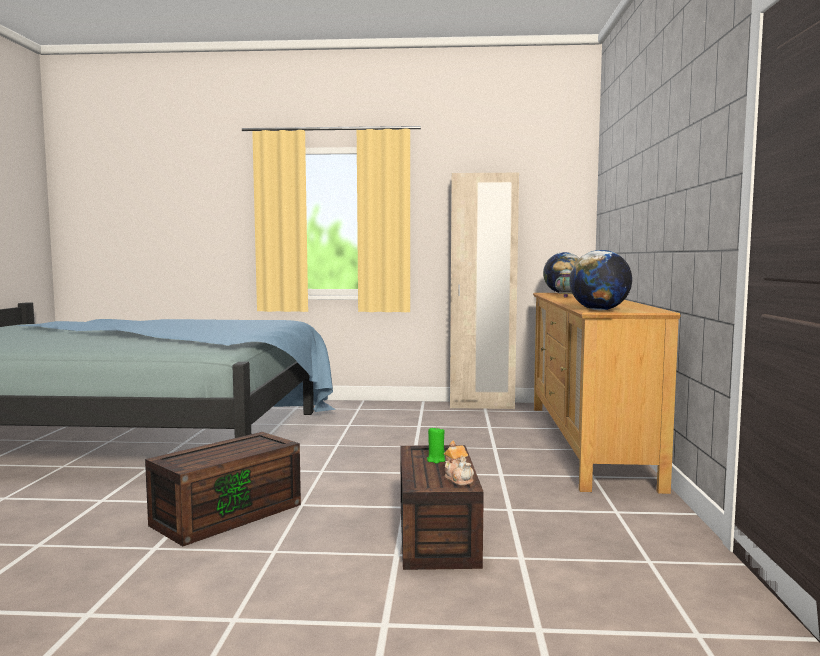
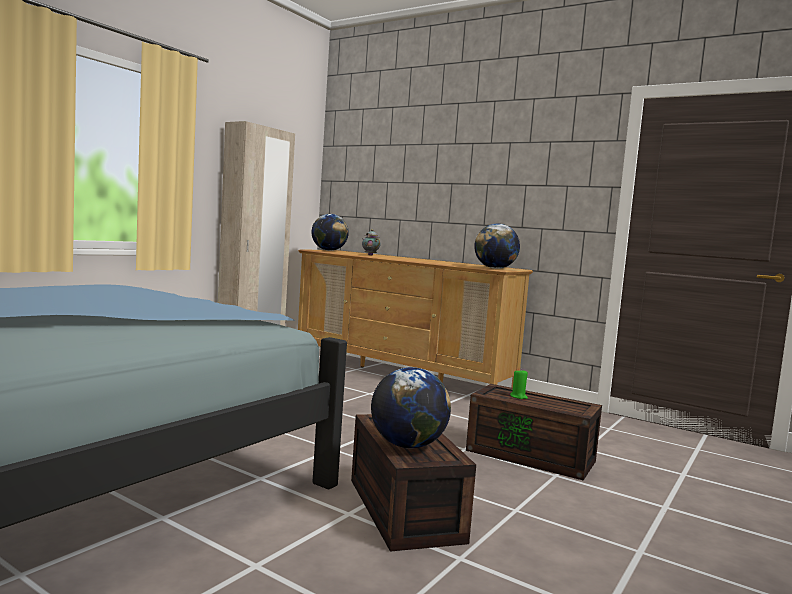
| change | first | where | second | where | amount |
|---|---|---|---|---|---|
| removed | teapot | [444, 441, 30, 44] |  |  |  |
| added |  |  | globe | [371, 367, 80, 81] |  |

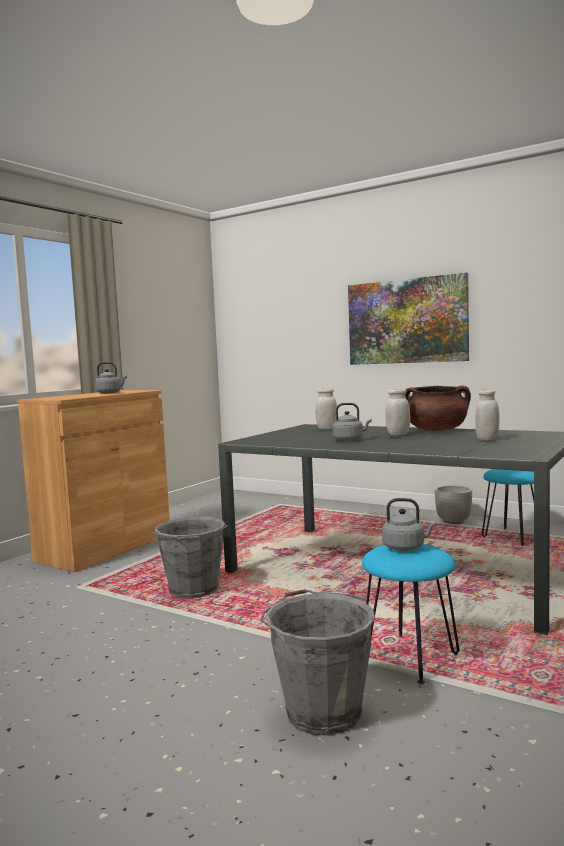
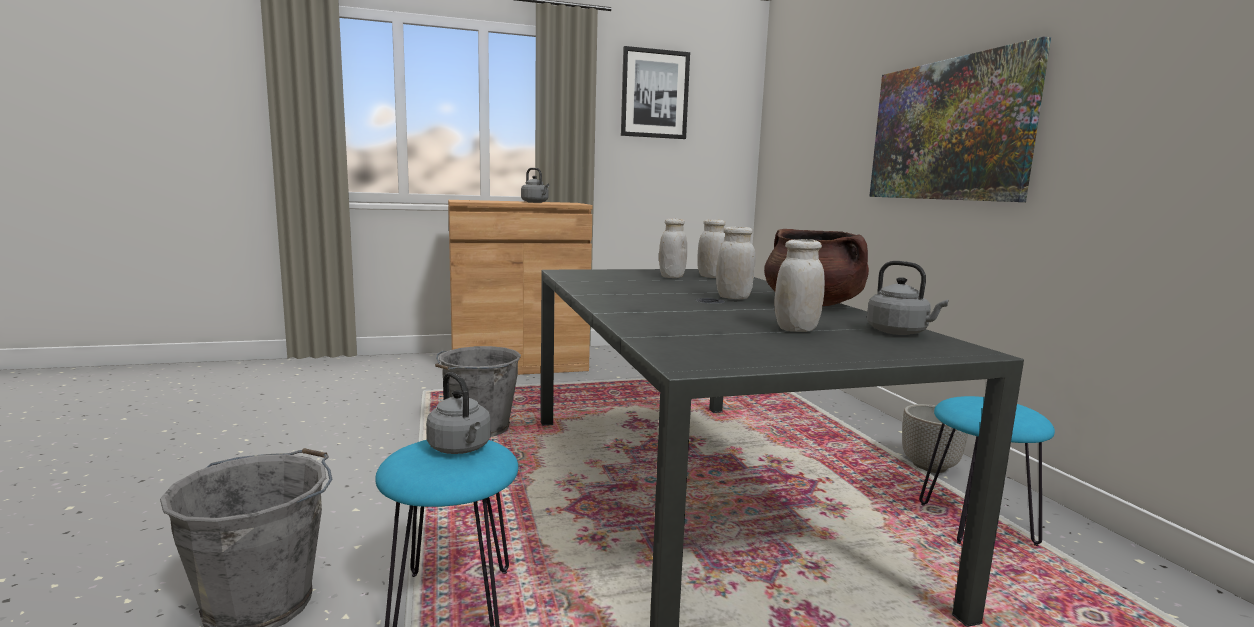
| change | first | where | second | where | amount |
|---|---|---|---|---|---|
| moved | greyish tea kettle | [332, 403, 40, 38] |  | [867, 261, 82, 74] |  |
| added |  |  | wall picture | [621, 46, 69, 93] |  |
| added |  |  | whitish jar | [659, 219, 28, 59] |  |

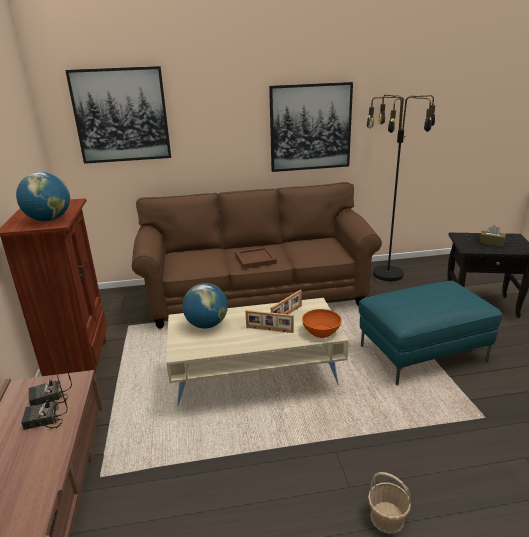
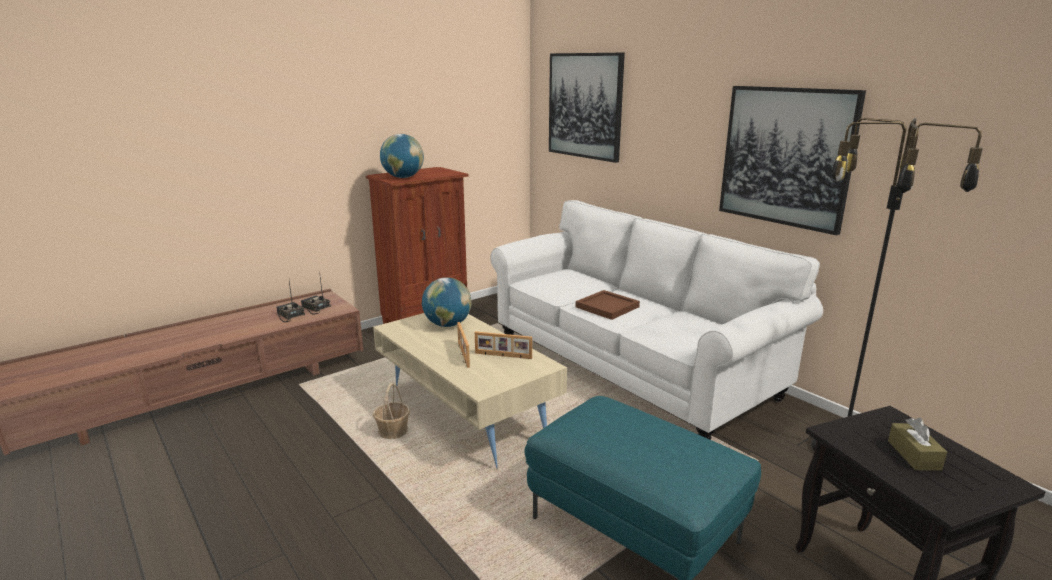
| change | first | where | second | where | amount |
|---|---|---|---|---|---|
| recoloured | brownish couch | [132, 182, 250, 147] | whitish couch | [490, 200, 333, 240] |  |
| removed | orangey serving bowl | [302, 309, 40, 29] |  |  |  |
| moved | basket | [368, 472, 43, 62] |  | [373, 383, 37, 56] |  |

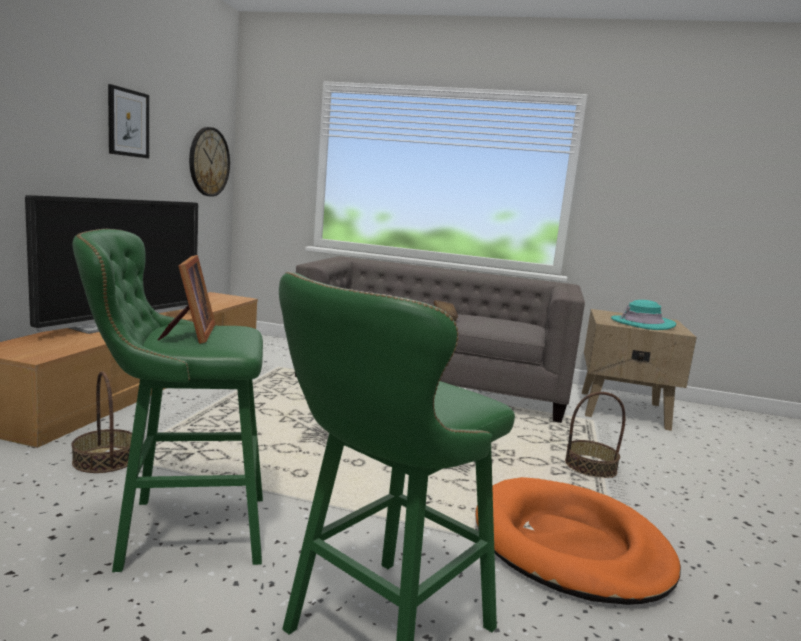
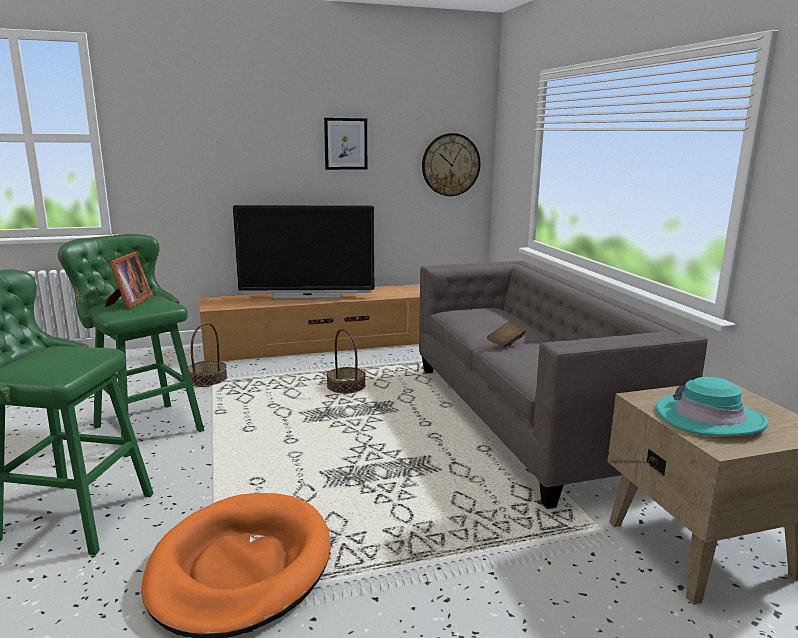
| change | first | where | second | where | amount |
|---|---|---|---|---|---|
| turned | standing frame | [158, 255, 57, 89] |  | [105, 252, 47, 57] | 45 degrees counterclockwise |
| moved | basket | [565, 392, 60, 86] |  | [327, 329, 39, 65] |  |

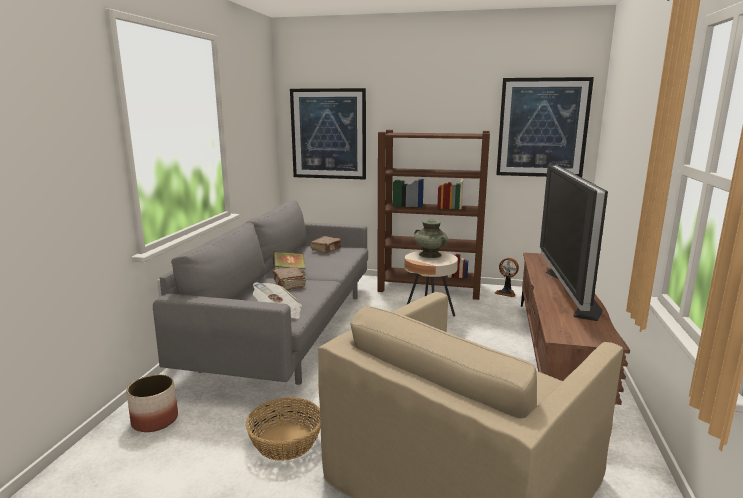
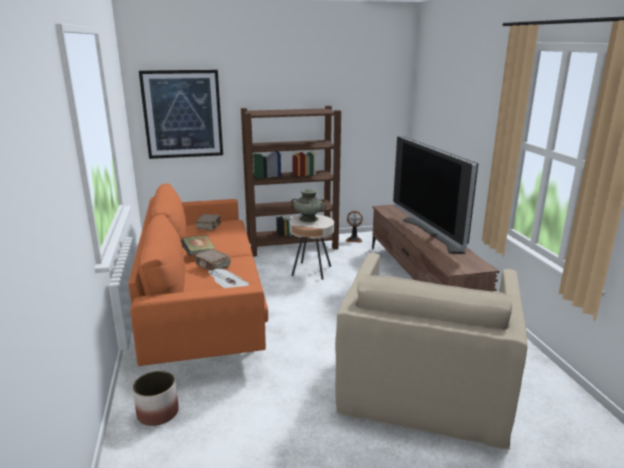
| change | first | where | second | where | amount |
|---|---|---|---|---|---|
| recoloured | greyish couch | [153, 200, 215, 185] | orangey couch | [128, 183, 140, 183] |  |
| removed | basket | [245, 397, 76, 64] |  |  |  |
| removed | wall picture | [496, 77, 98, 100] |  |  |  |

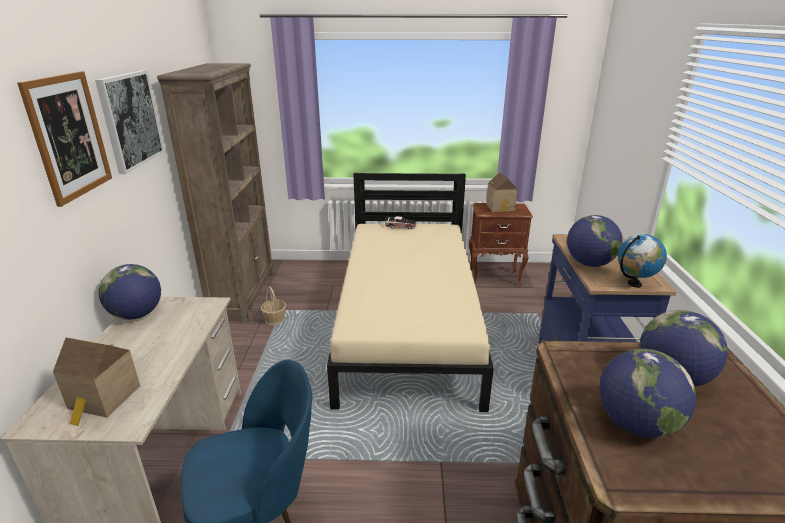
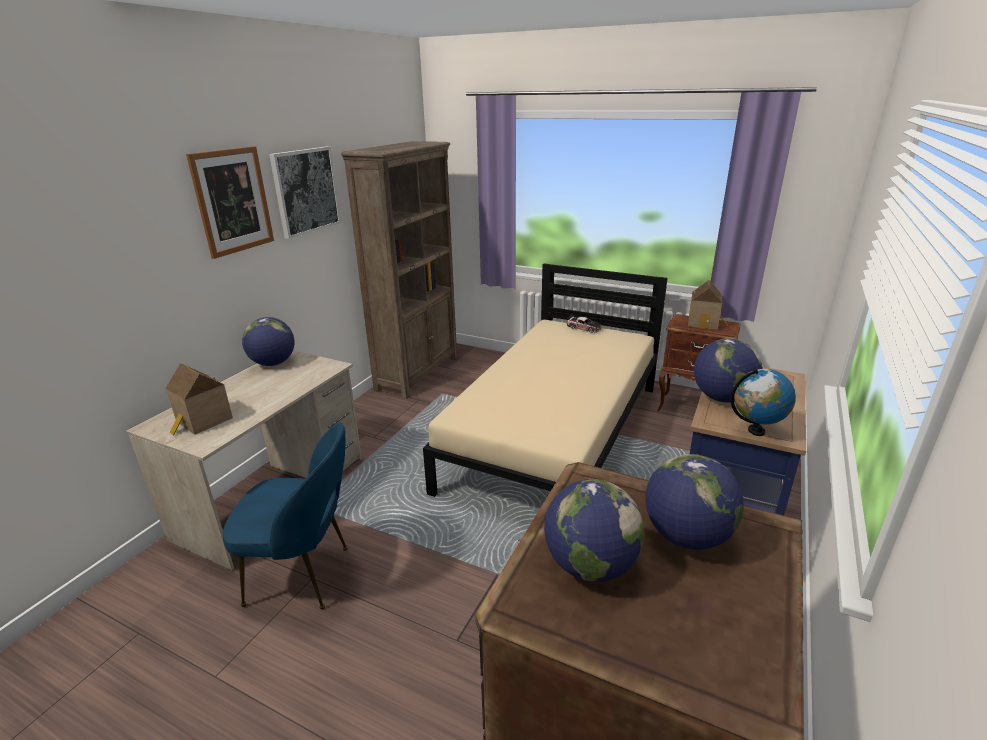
| change | first | where | second | where | amount |
|---|---|---|---|---|---|
| removed | basket | [261, 287, 25, 39] |  |  |  |

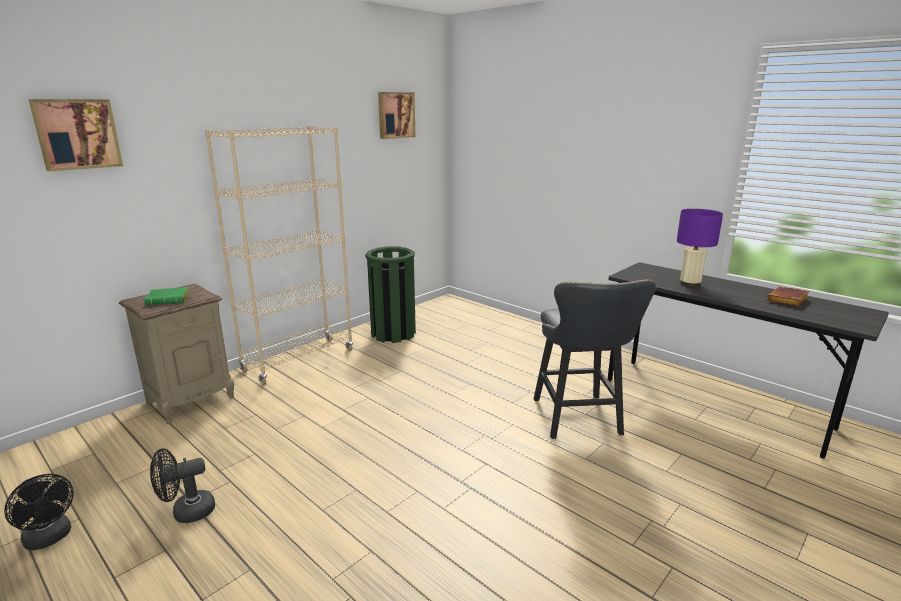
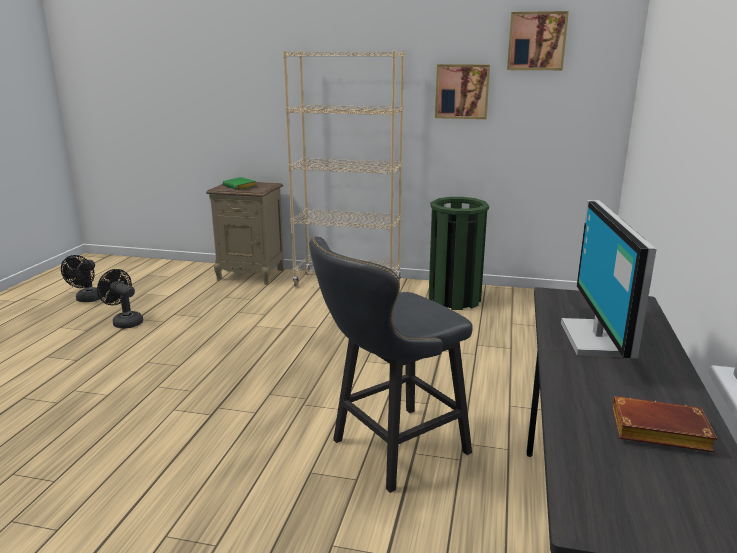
| change | first | where | second | where | amount |
|---|---|---|---|---|---|
| moved | wall picture | [29, 99, 94, 73] |  | [435, 64, 55, 55] |  |
| replaced | purple-coloured lamp for a table | [677, 209, 46, 78] | computer screen | [561, 200, 96, 158] |  |

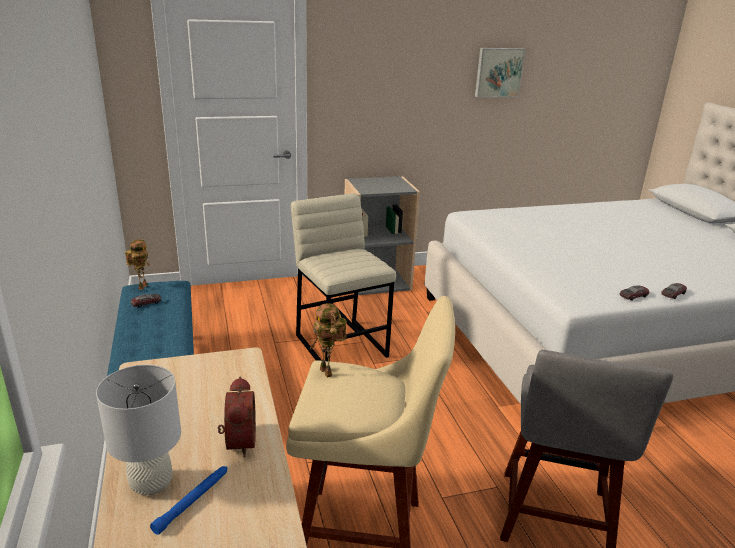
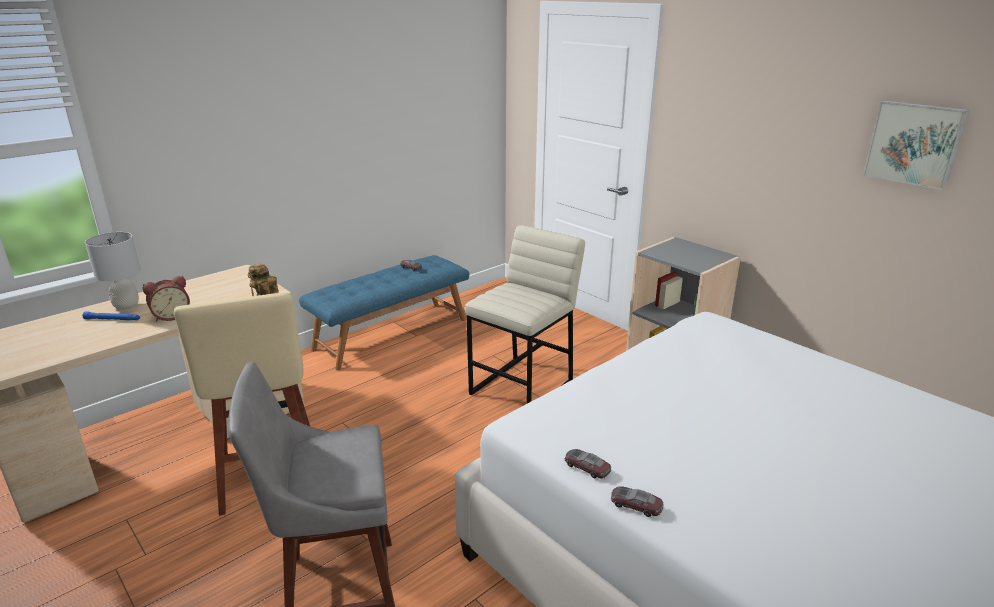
| change | first | where | second | where | amount |
|---|---|---|---|---|---|
| removed | model robot | [125, 239, 25, 51] |  |  |  |

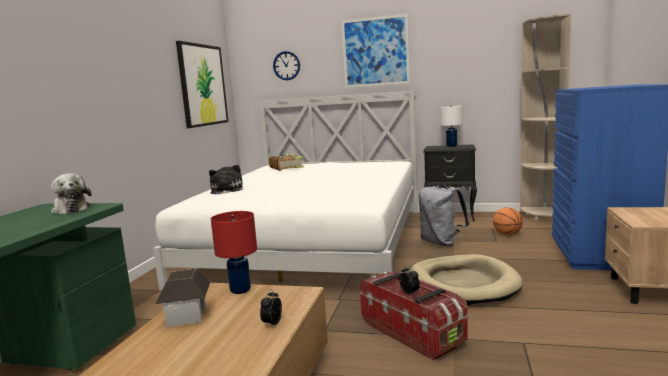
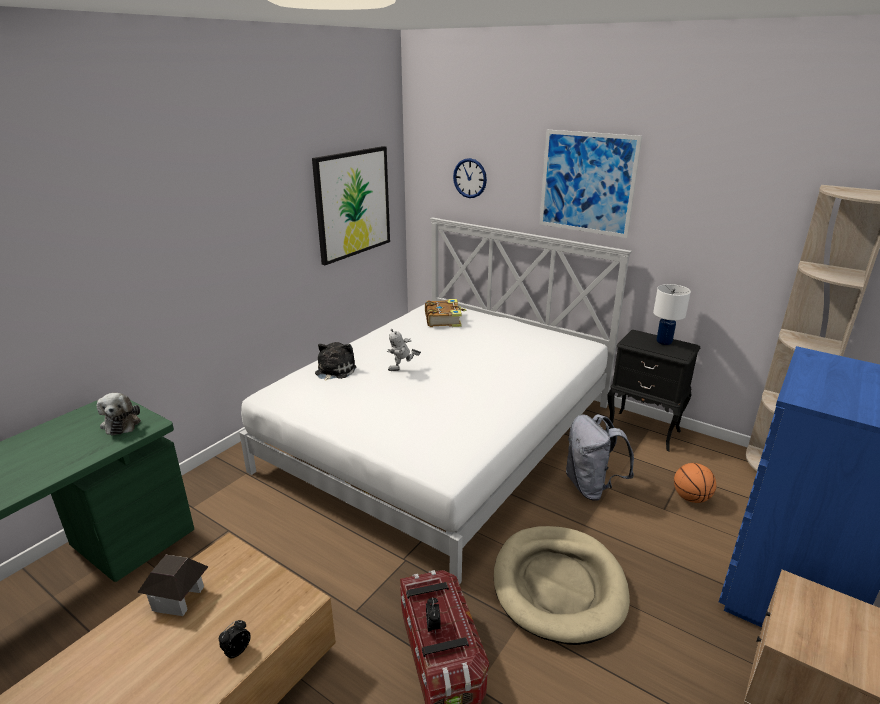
| change | first | where | second | where | amount |
|---|---|---|---|---|---|
| removed | red-coloured lamp for a table | [211, 211, 46, 83] |  |  |  |
| added |  |  | model robot | [387, 329, 34, 42] |  |

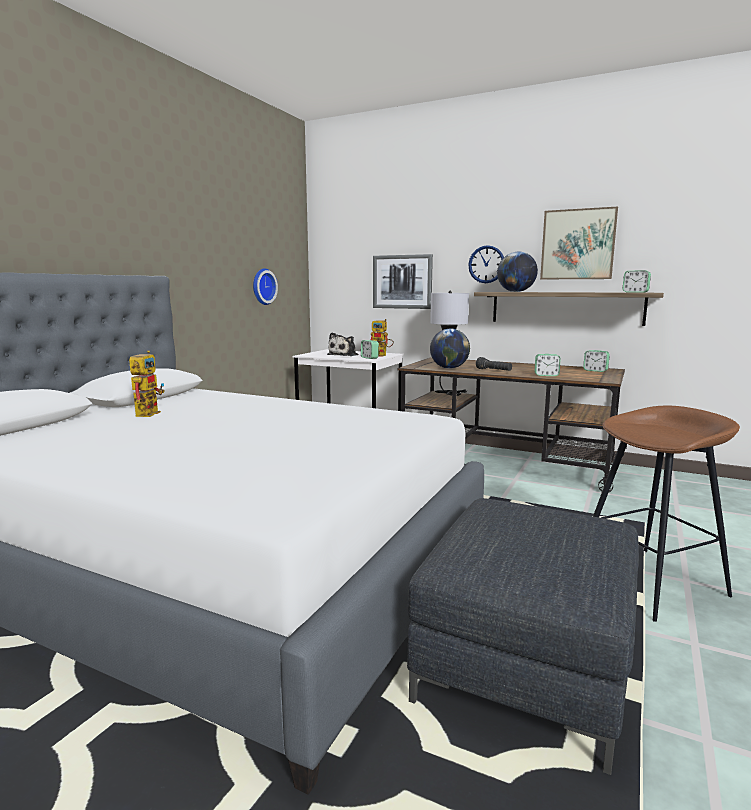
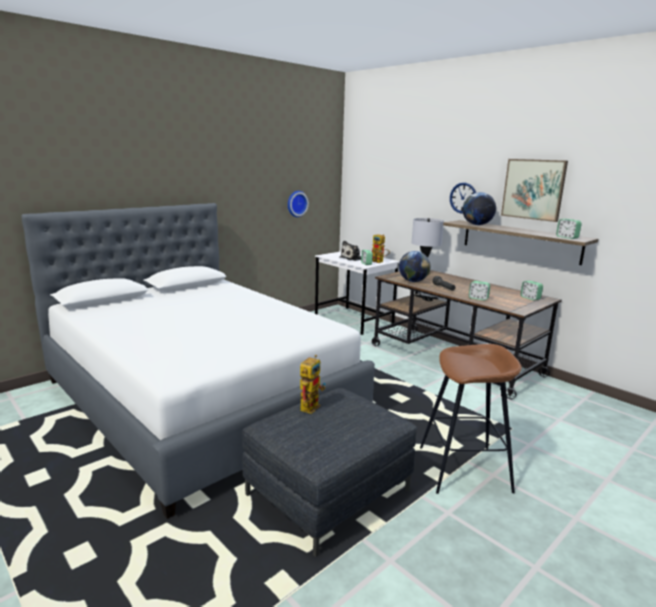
| change | first | where | second | where | amount |
|---|---|---|---|---|---|
| moved | model robot | [129, 350, 36, 67] |  | [300, 355, 26, 59] |  |
| removed | wall picture | [373, 254, 60, 55] |  |  |  |

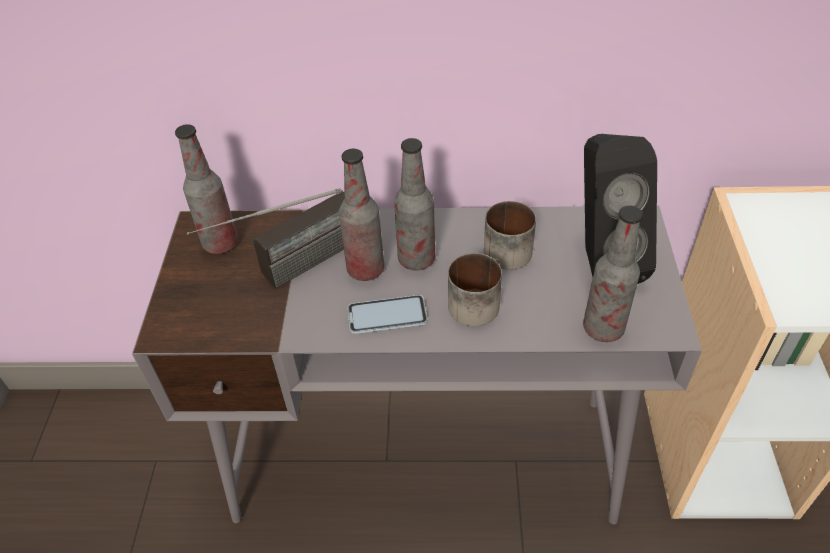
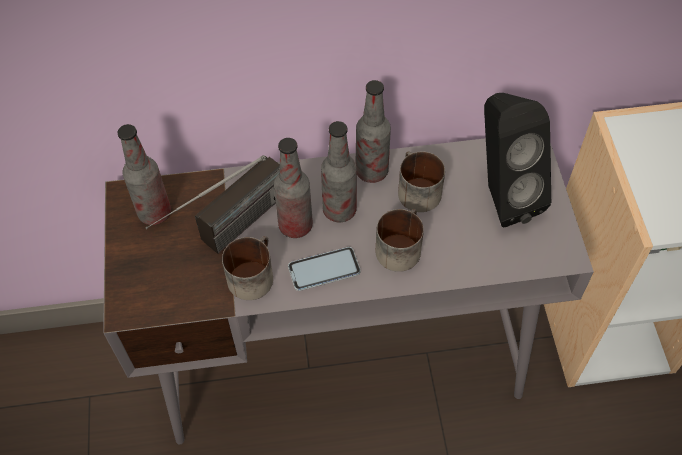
| change | first | where | second | where | amount |
|---|---|---|---|---|---|
| moved | beverage bottle | [583, 205, 60, 137] |  | [356, 80, 35, 103] |  |
| added |  |  | mug | [222, 236, 51, 64] |  |

